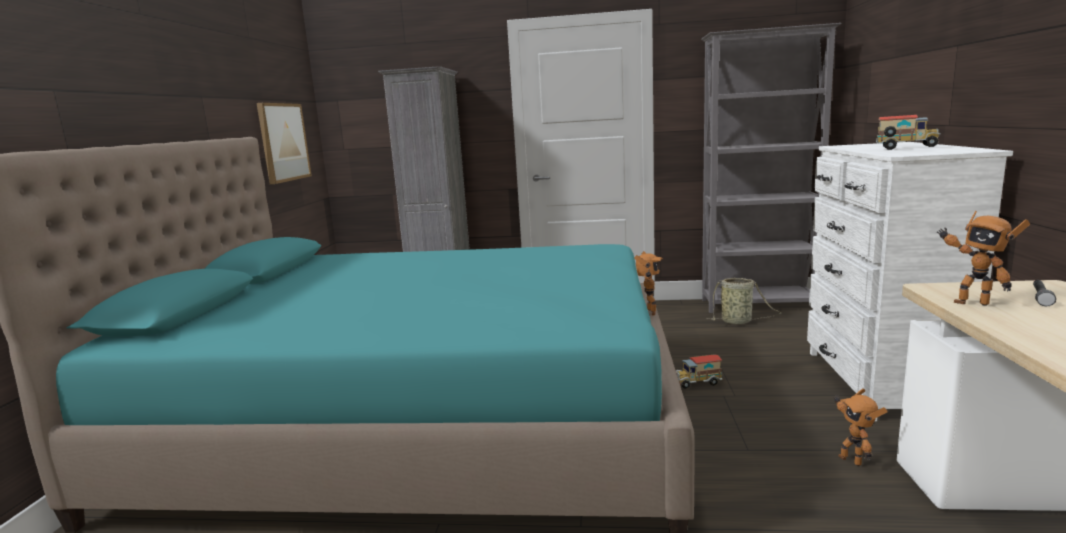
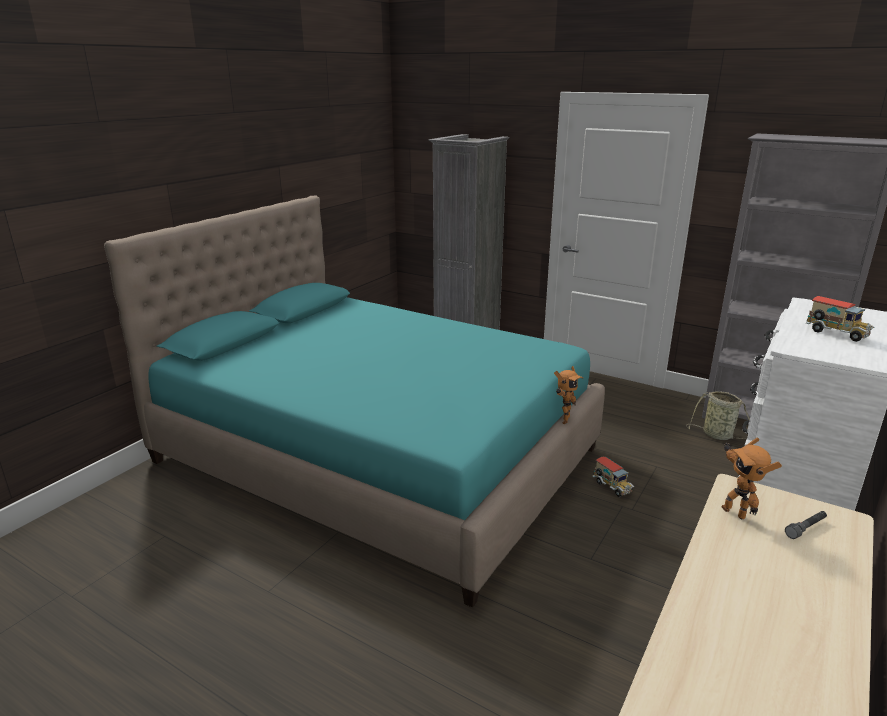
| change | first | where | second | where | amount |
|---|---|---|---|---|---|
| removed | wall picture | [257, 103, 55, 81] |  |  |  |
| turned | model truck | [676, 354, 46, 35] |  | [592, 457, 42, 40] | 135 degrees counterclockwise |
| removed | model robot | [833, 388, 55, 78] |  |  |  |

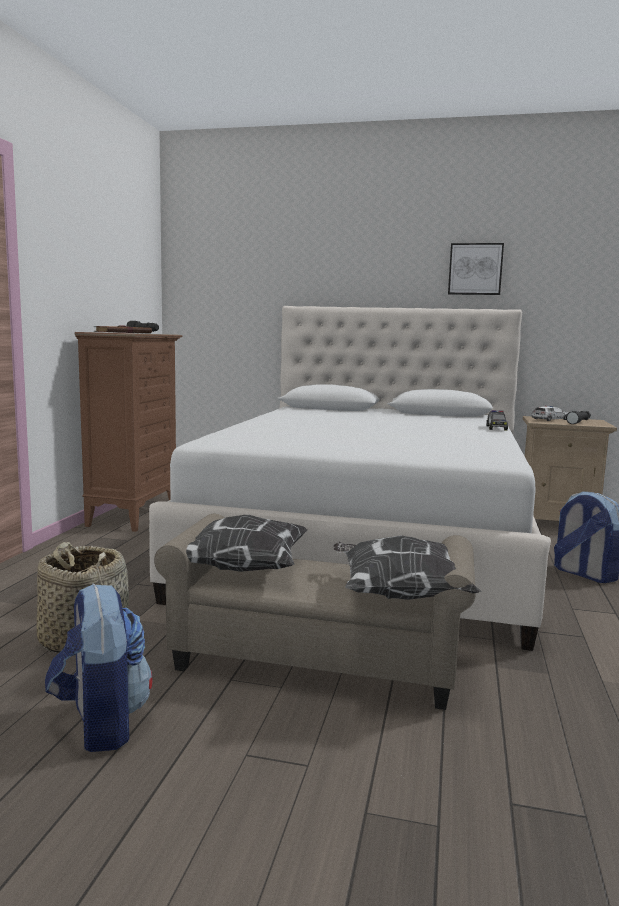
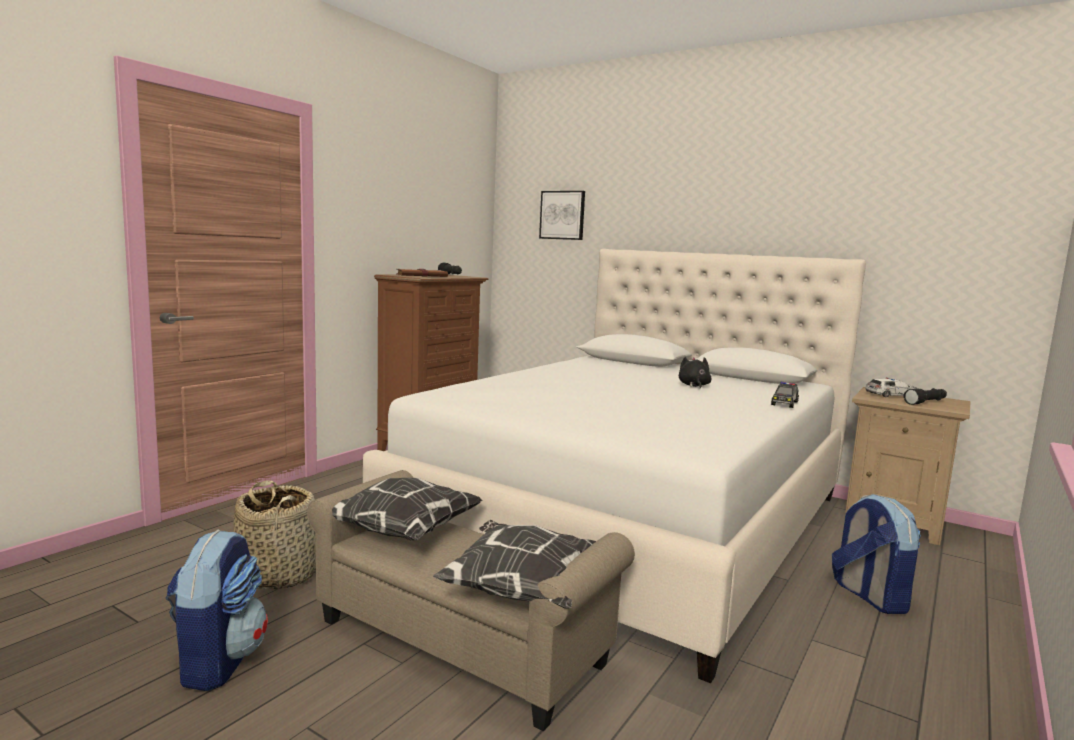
| change | first | where | second | where | amount |
|---|---|---|---|---|---|
| moved | wall picture | [448, 243, 56, 52] |  | [539, 191, 46, 49] |  |
| added |  |  | black-coloured plush toy | [679, 357, 33, 32] |  |

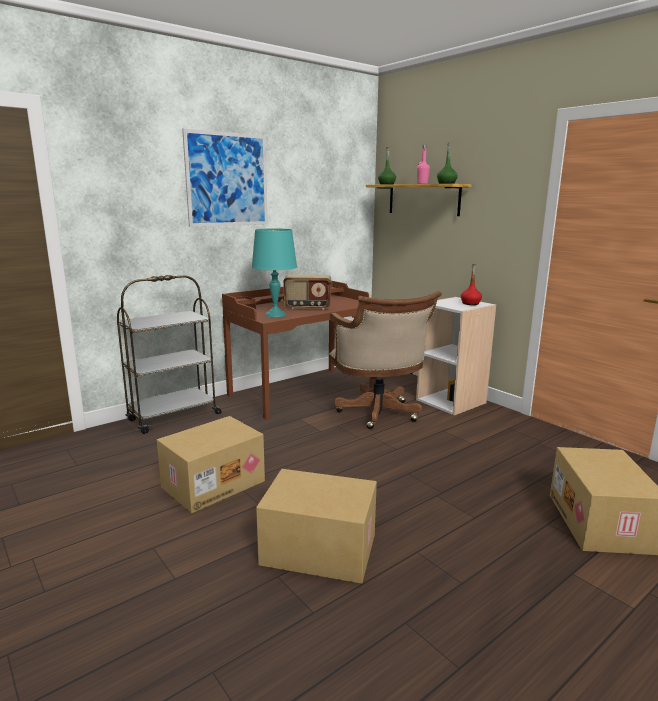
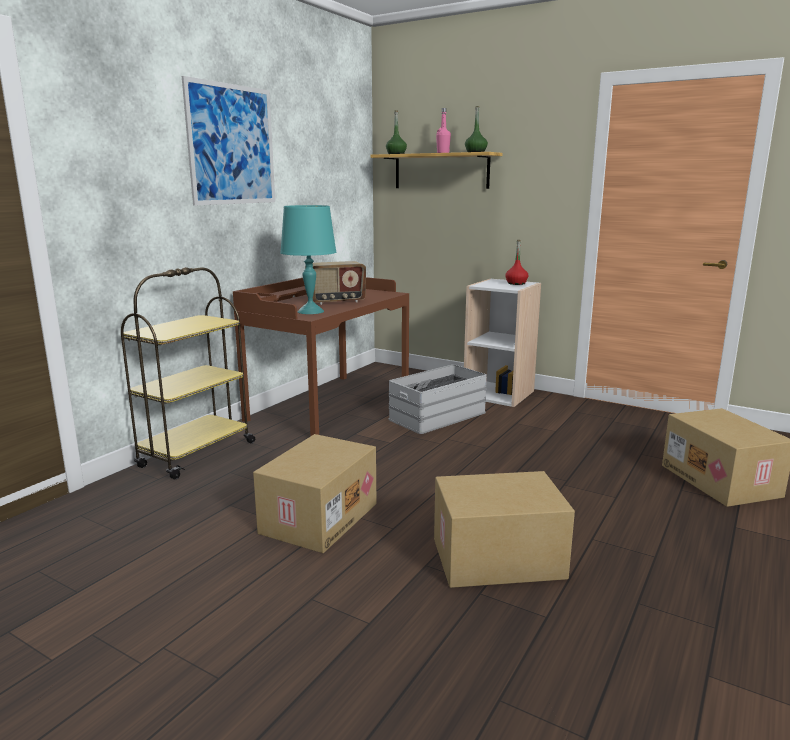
| change | first | where | second | where | amount |
|---|---|---|---|---|---|
| recoloured | greyish wheeled cart | [117, 275, 105, 159] | yellow wheeled cart | [121, 267, 134, 213] |  |
| replaced | office chair | [329, 291, 113, 138] | greyish storage bin | [388, 364, 99, 70] |  |

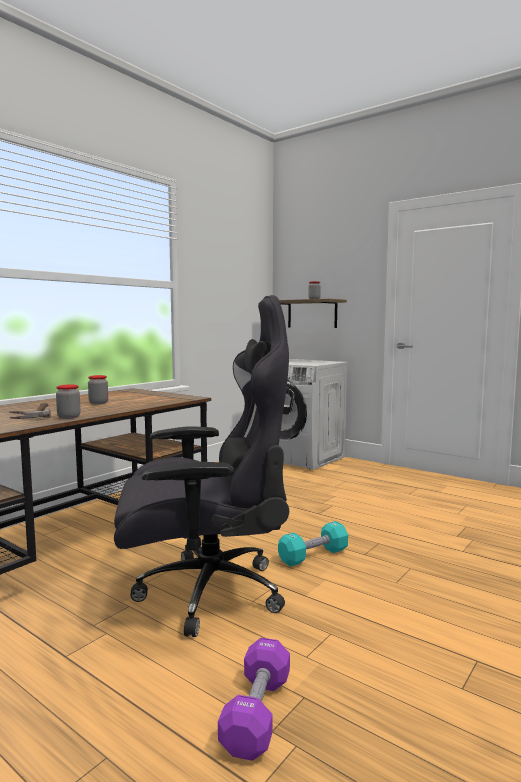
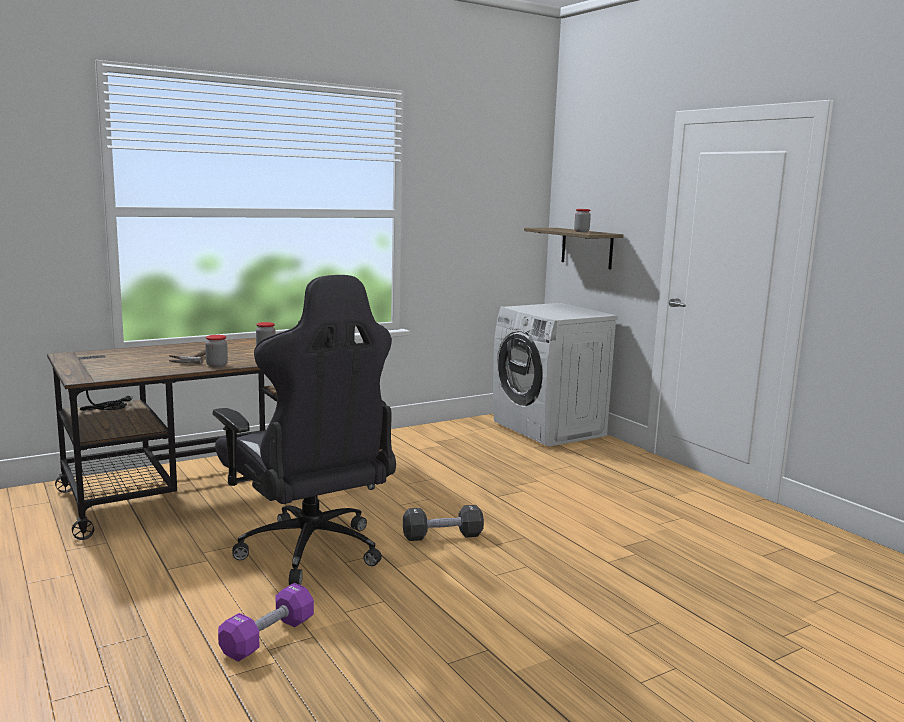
| change | first | where | second | where | amount |
|---|---|---|---|---|---|
| turned | black-coloured office chair | [114, 295, 175, 342] |  | [212, 275, 184, 310] | 45 degrees clockwise |
| recoloured | blue-green dumbbell | [278, 521, 70, 46] | black-coloured dumbbell | [403, 505, 81, 36] |  |

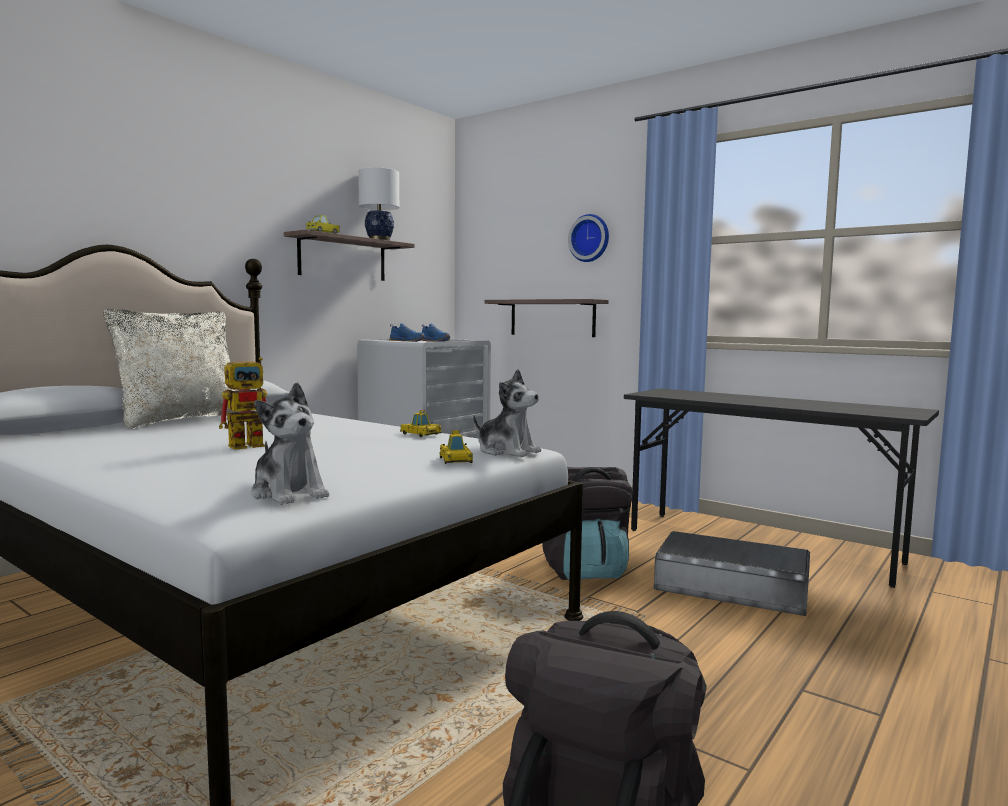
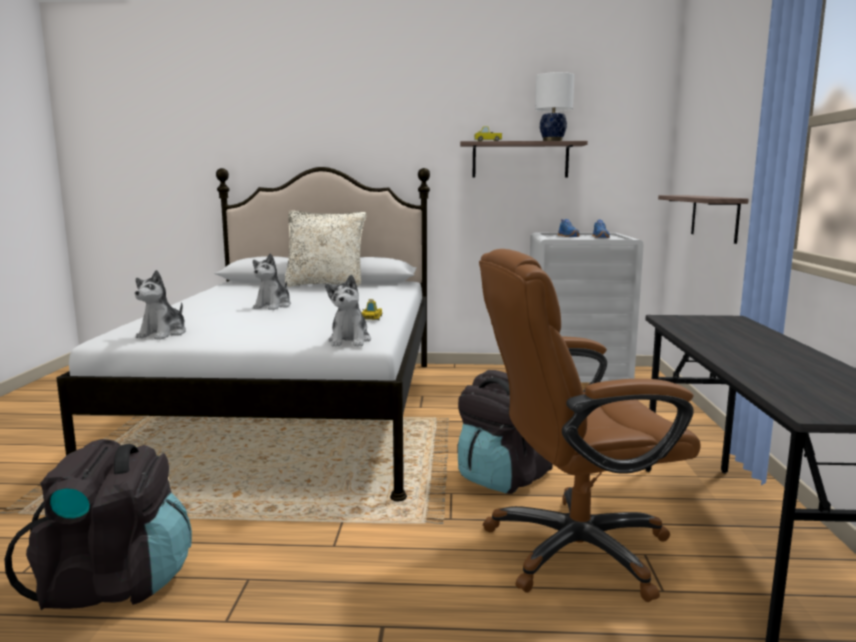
| change | first | where | second | where | amount |
|---|---|---|---|---|---|
| replaced | model robot | [219, 357, 48, 93] | plush toy | [253, 253, 38, 57] |  |
| removed | model car | [439, 430, 34, 34] |  |  |  |
| removed | wall clock | [568, 214, 41, 48] |  |  |  |
| replaced | greyish storage bin | [654, 531, 156, 85] | brownish office chair | [479, 249, 222, 353] |  |

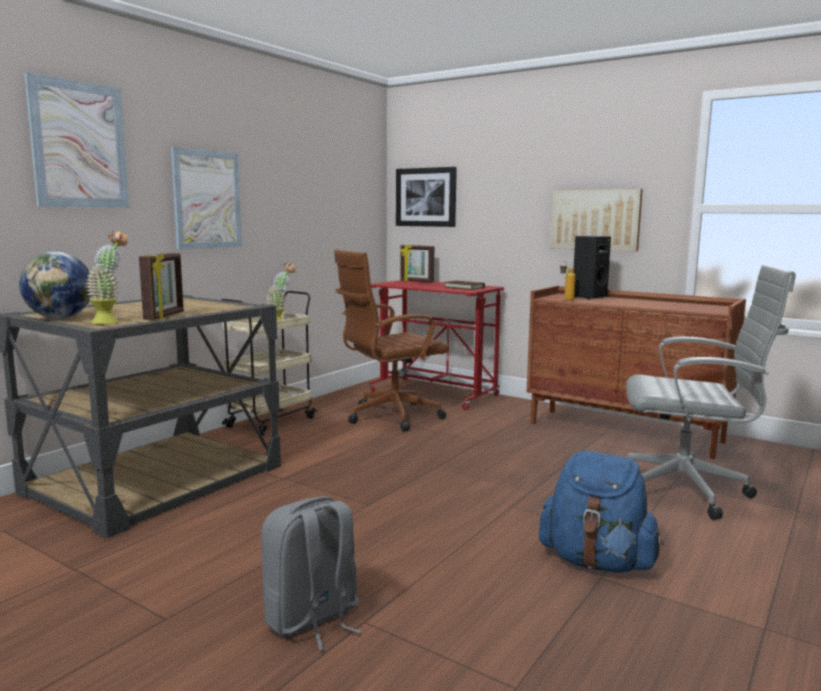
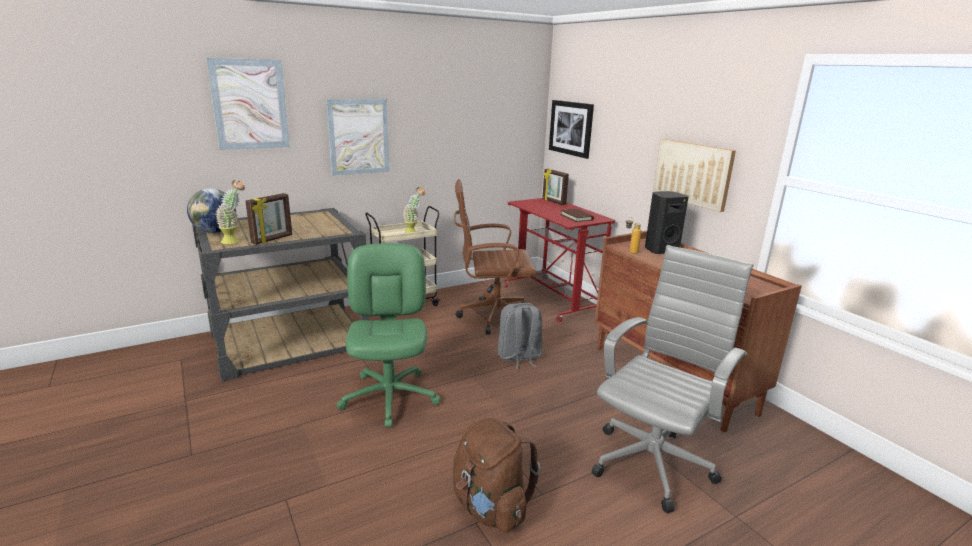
| change | first | where | second | where | amount |
|---|---|---|---|---|---|
| moved | greyish rucksack | [261, 496, 101, 155] |  | [498, 303, 44, 66] |  |
| recoloured | blue-coloured rucksack | [539, 451, 125, 122] | brownish rucksack | [453, 418, 87, 115] |  |
| turned | greyish office chair | [626, 265, 170, 255] |  | [592, 245, 161, 268] | 90 degrees counterclockwise |
| added |  |  | greenish office chair | [337, 243, 104, 185] |  |

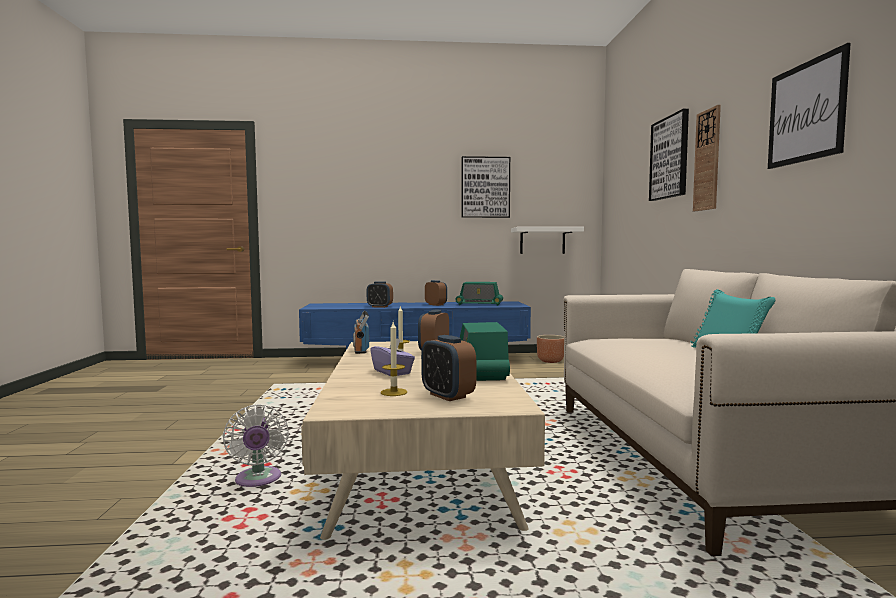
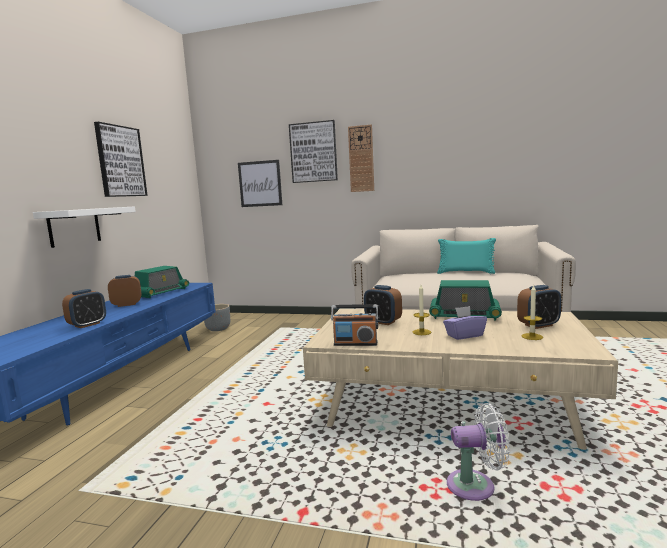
| change | first | where | second | where | amount |
|---|---|---|---|---|---|
| moved | whitish wall shelf | [511, 227, 73, 27] |  | [33, 206, 103, 42] |  |
| recoloured | brownish plant pot | [537, 335, 27, 28] | greyish plant pot | [204, 304, 26, 27] |  |
| moved | wall picture | [768, 43, 83, 126] |  | [238, 160, 44, 47] |  |

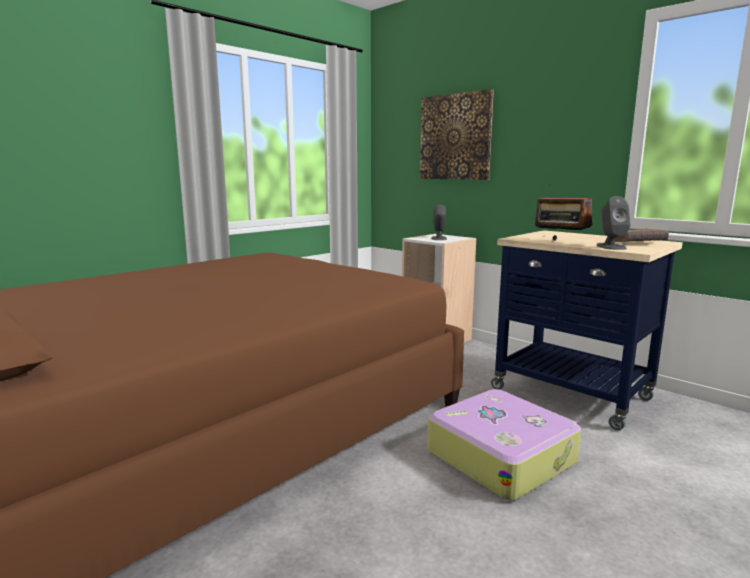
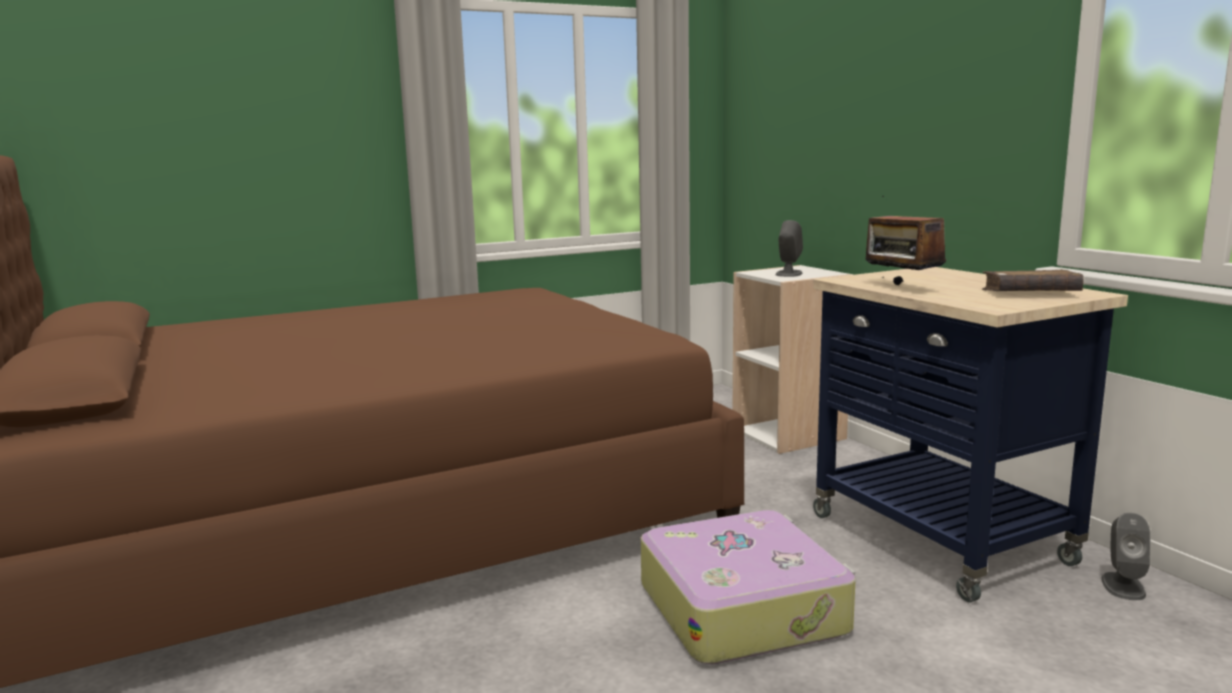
| change | first | where | second | where | amount |
|---|---|---|---|---|---|
| removed | wall picture | [420, 89, 74, 91] |  |  |  |
| moved | greyish speaker | [597, 196, 34, 54] |  | [1101, 513, 50, 87] |  |

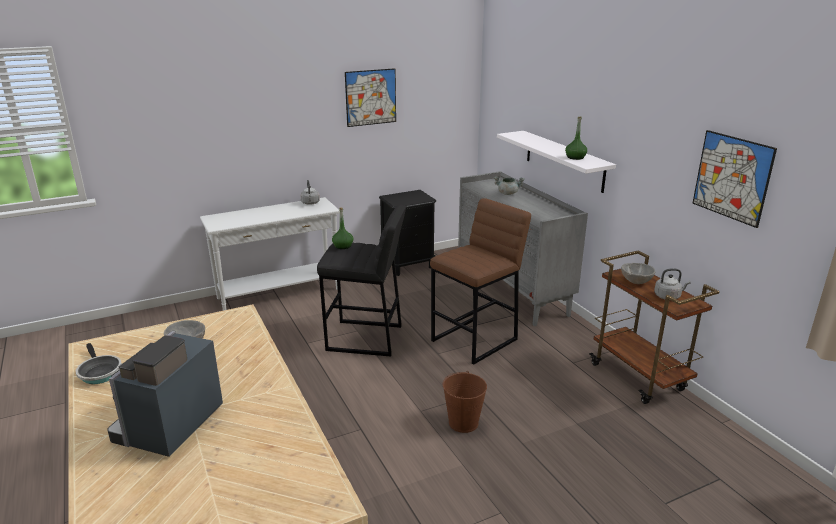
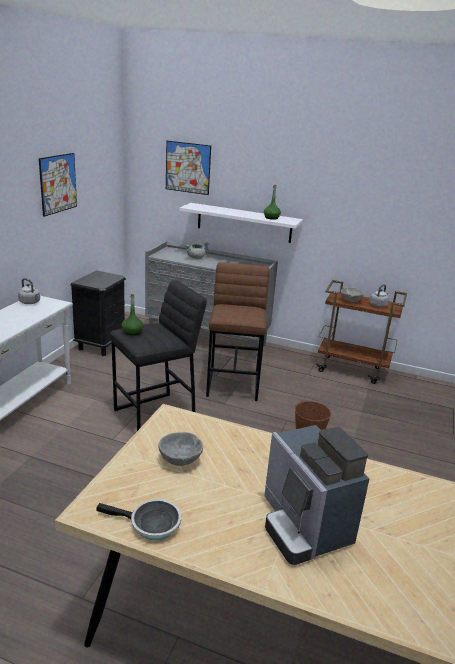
| change | first | where | second | where | amount |
|---|---|---|---|---|---|
| moved | wall picture | [692, 130, 85, 98] |  | [166, 141, 45, 54] |  |

